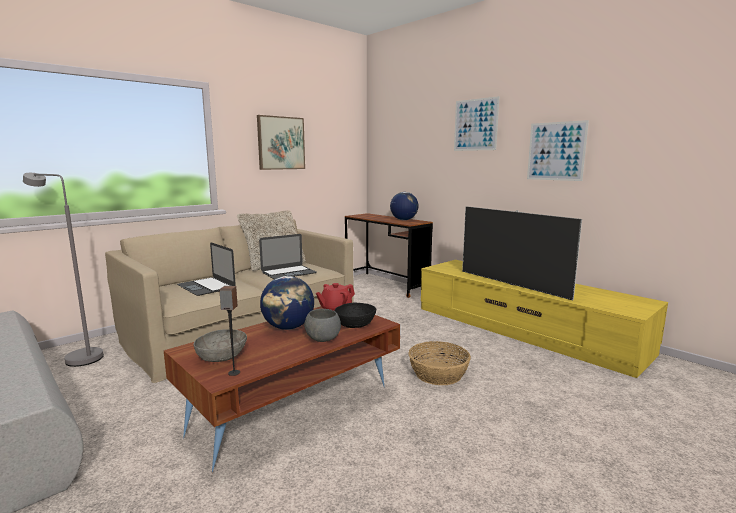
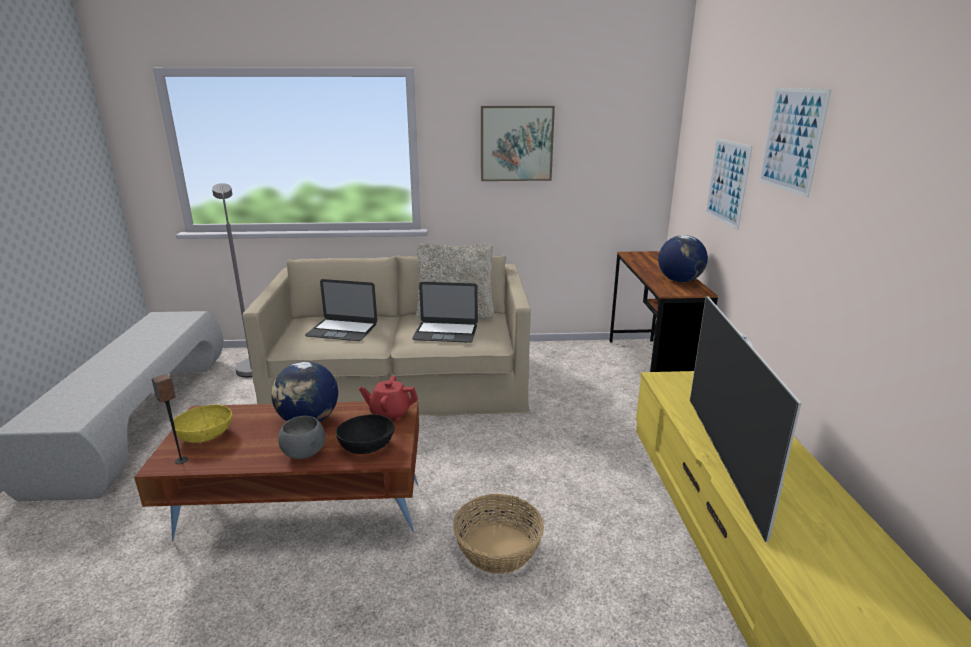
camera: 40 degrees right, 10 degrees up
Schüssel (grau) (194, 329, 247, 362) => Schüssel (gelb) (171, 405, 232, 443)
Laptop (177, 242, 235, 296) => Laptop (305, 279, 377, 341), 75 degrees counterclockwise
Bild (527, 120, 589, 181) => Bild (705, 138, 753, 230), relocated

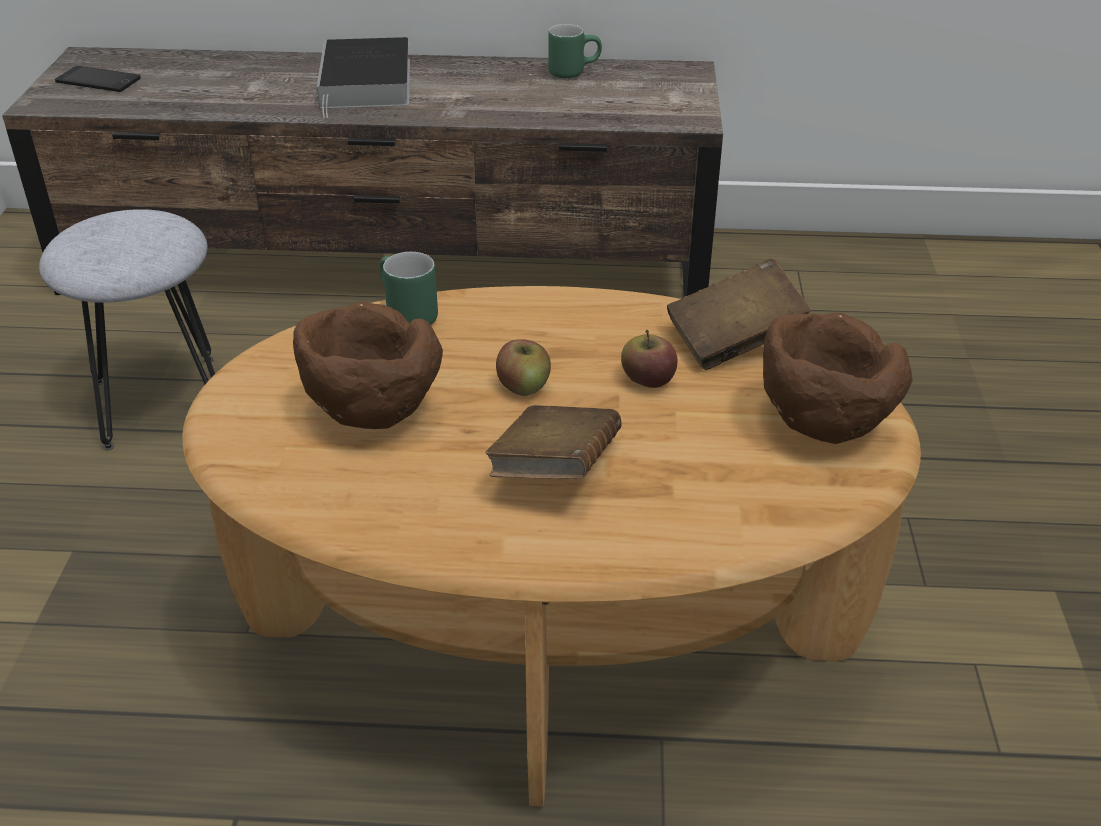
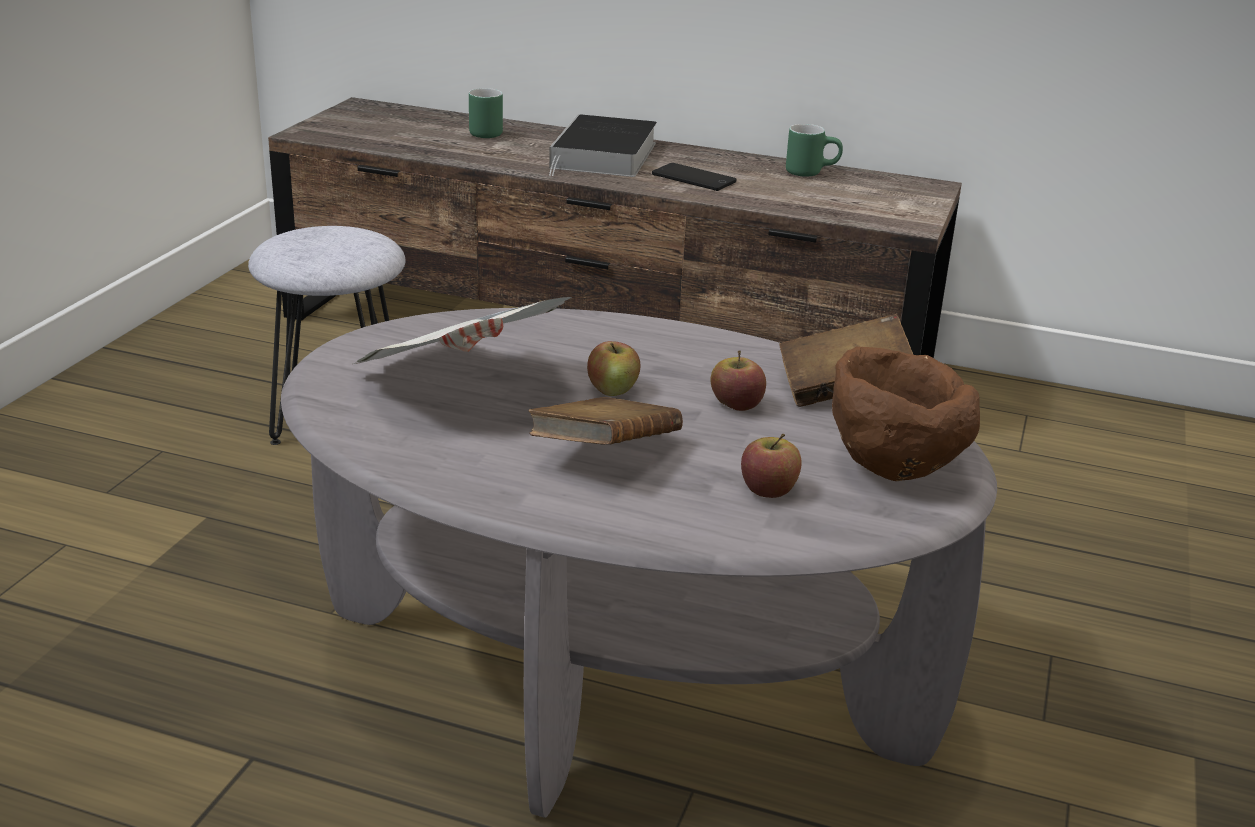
camera: 15 degrees right, 10 degrees down
Couchtisch (braun) (182, 286, 921, 806) => Couchtisch (grau) (281, 308, 997, 818)
Schüssel (braun) (293, 302, 443, 429) => Zeitung (354, 297, 571, 364)
Henkelbecher (grün) (379, 252, 438, 325) => Henkelbecher (grün) (469, 88, 503, 138), relocated
Handy (55, 66, 141, 92) => Handy (652, 163, 736, 191), relocated
nothing => Apfel (741, 434, 802, 498)

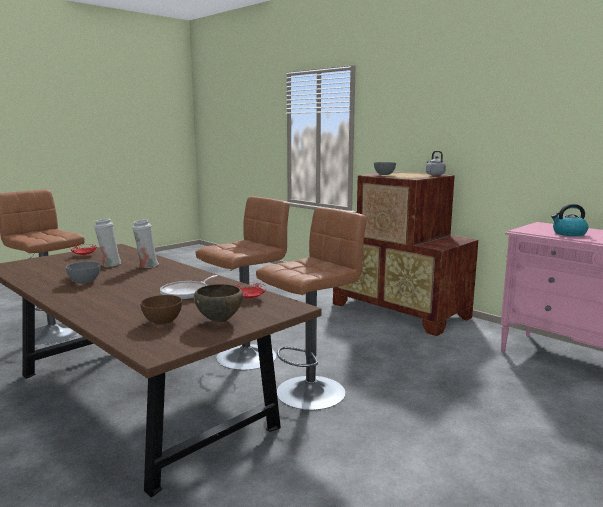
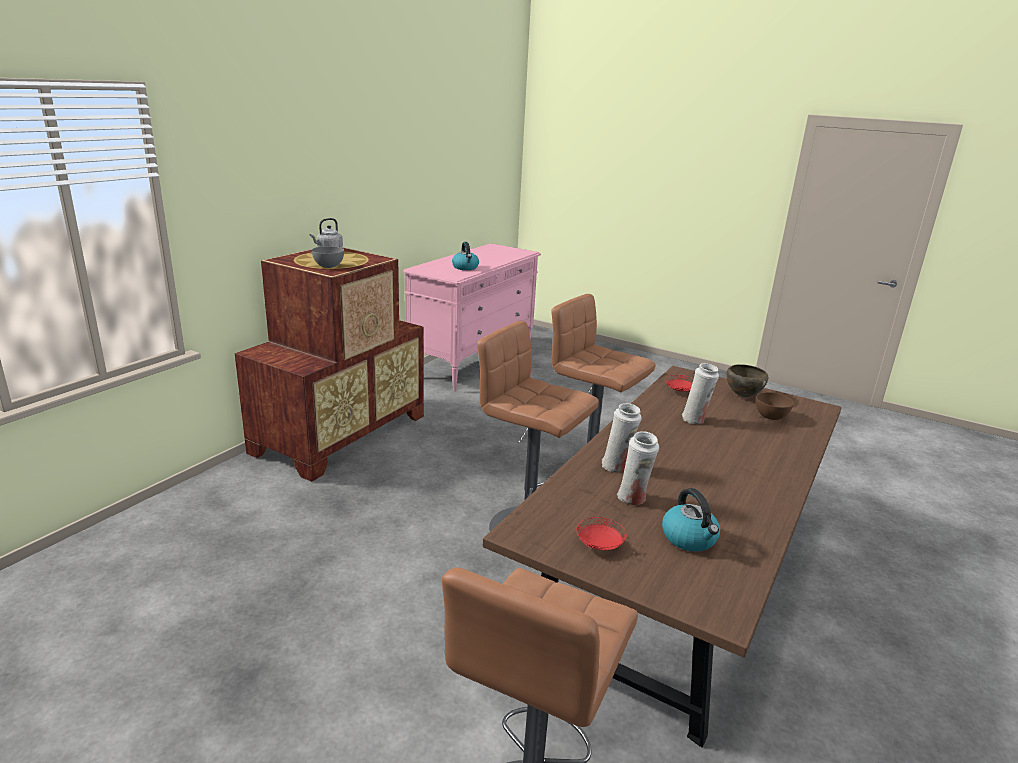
camera: 105 degrees left, 10 degrees up
nothing => Wasserkessel (662, 488, 720, 552)
Pfanne (160, 275, 218, 300) => Vase (weiß) (682, 363, 719, 424)
Schüssel (grau) (66, 261, 101, 284) => nothing

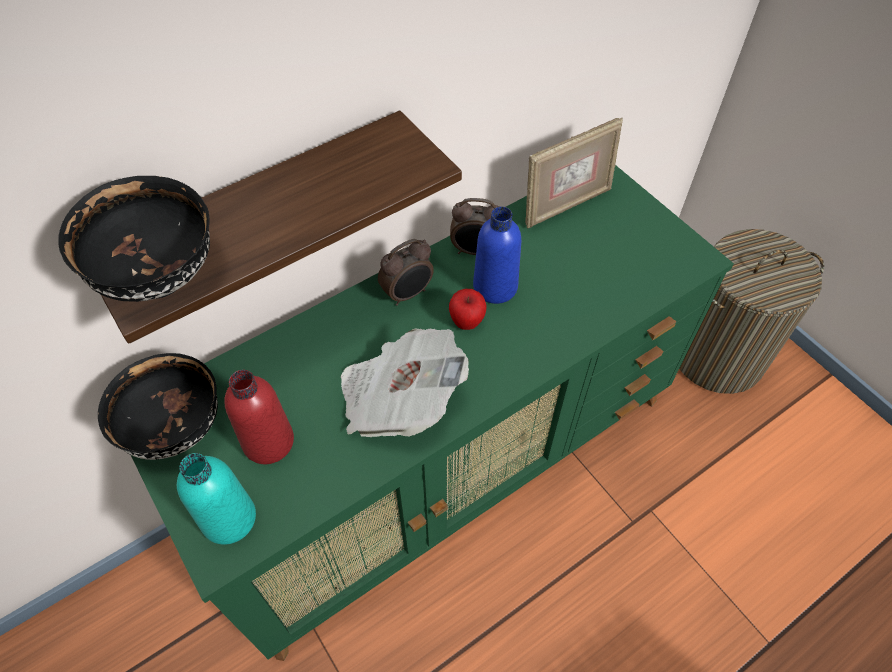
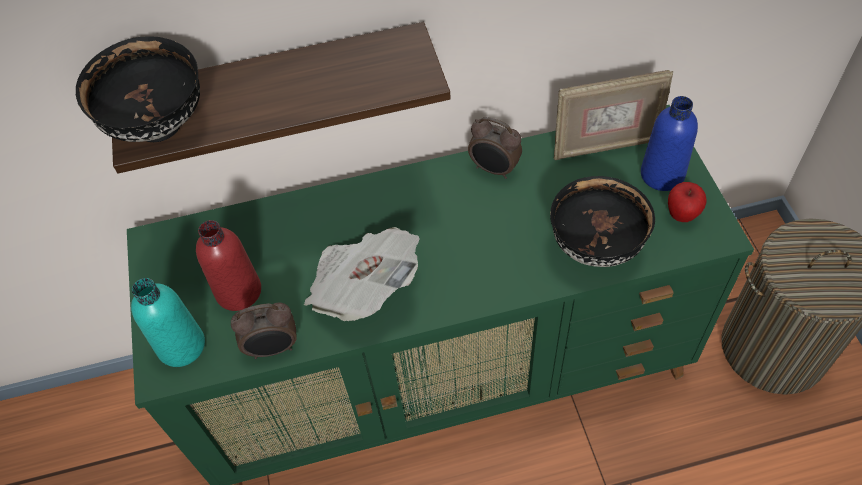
camera: 25 degrees right, 0 degrees up
Wecker (378, 239, 434, 306) => Wecker (231, 302, 297, 359), relocated
Schüssel (schwarz) (98, 353, 218, 460) => Schüssel (schwarz) (550, 176, 655, 267), relocated
Flasche (blau) (473, 207, 521, 304) => Flasche (blau) (641, 96, 698, 191), relocated
Apfel (449, 289, 487, 330) => Apfel (668, 182, 706, 222), relocated

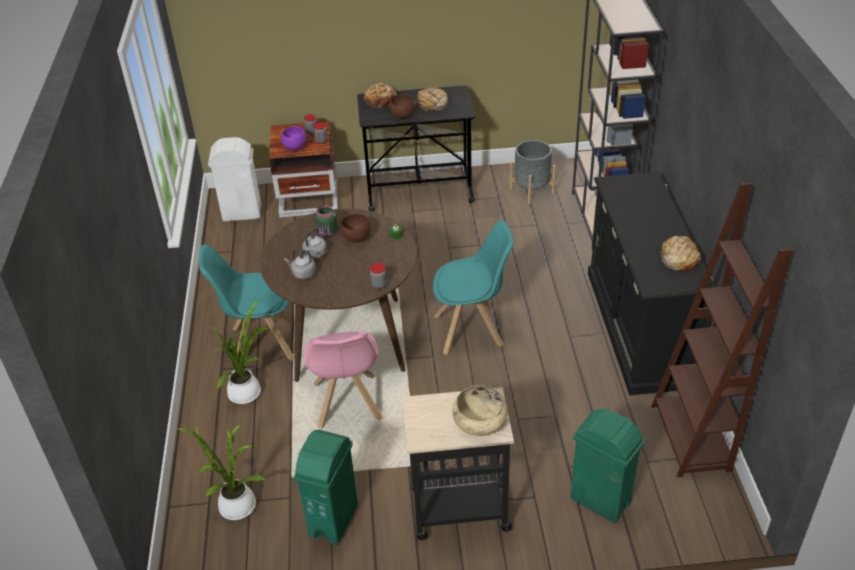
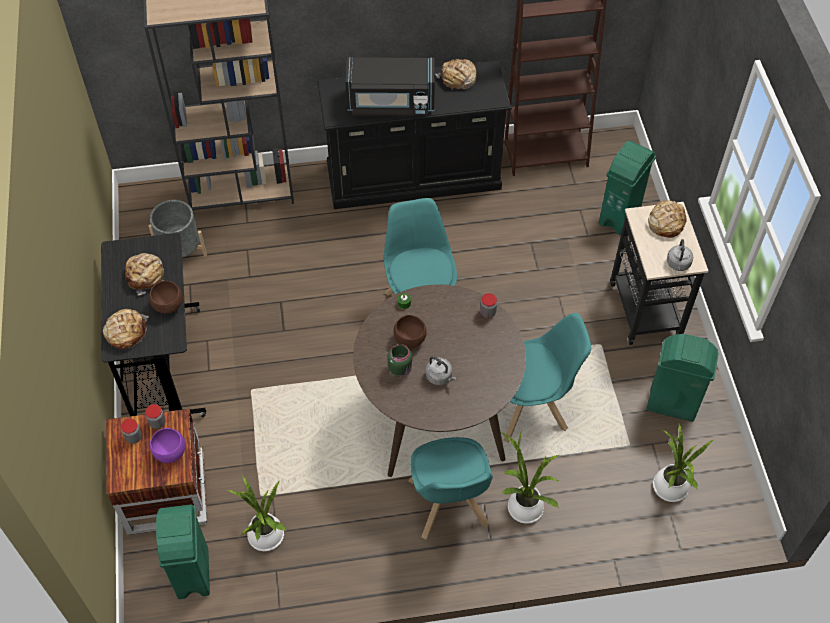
camera: 95 degrees left, 15 degrees up
Mülleimer (weiß) (208, 137, 261, 221) => Mülleimer (grün) (156, 505, 210, 599)
nothing => Topfpflanze (227, 476, 286, 551)
nothing => Mikrowelle (schwarz) (345, 57, 435, 116)
Stuhl (rosa) (304, 331, 383, 429) => Stuhl (türkis) (504, 313, 591, 443)
Schüssel (beige) (452, 385, 508, 436) => Brot (648, 200, 686, 238)
Wasserkessel (grau) (284, 249, 316, 279) => Wasserkessel (grau) (667, 239, 693, 271), relocated

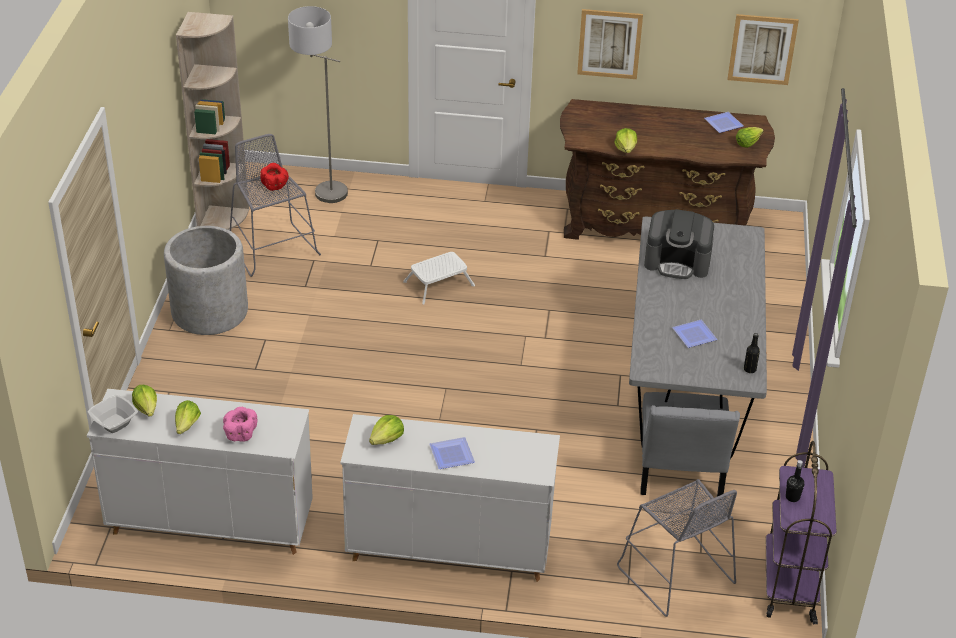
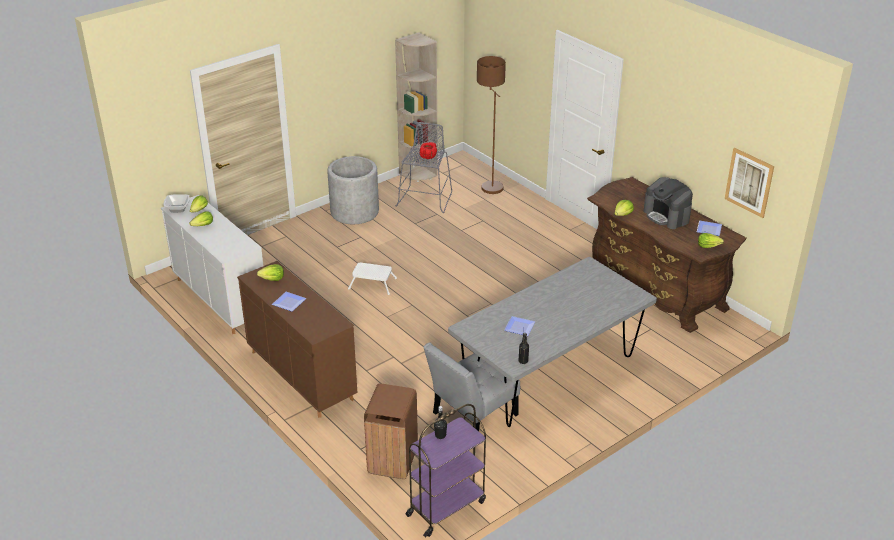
camera: 45 degrees right, 5 degrees down
Schrank (weiß) (340, 414, 560, 582) => Schrank (braun) (237, 261, 357, 418)
Trittleiter (weiß) (403, 252, 475, 304) => Trittleiter (weiß) (348, 263, 397, 295), relocated
Hocker (grau) (617, 479, 737, 617) => Mülleimer (braun) (364, 384, 418, 479)
Stehlampe (grau) (288, 6, 348, 203) => Stehlampe (braun) (477, 56, 506, 194)
Kaffeemaschine (644, 209, 714, 279) => Kaffeemaschine (643, 177, 693, 229), relocated
Schüssel (rosa) (223, 407, 257, 442) => nothing
Bild (577, 9, 643, 79) => nothing

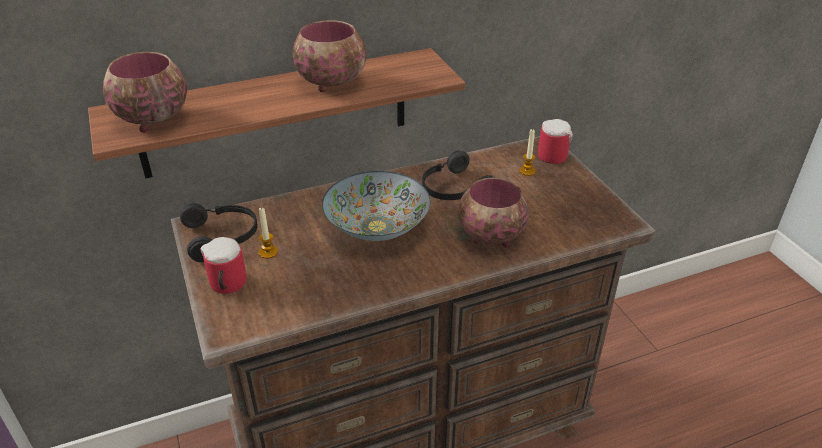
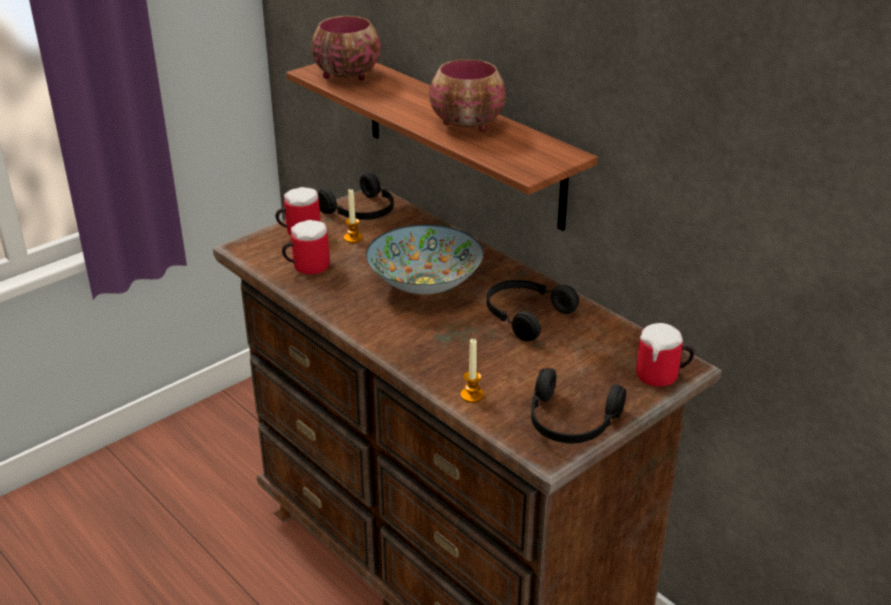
camera: 70 degrees right, 5 degrees down
nothing => Henkelbecher (282, 220, 329, 274)
Kerze (519, 129, 536, 176) => Kerze (461, 339, 484, 403), relocated
nothing => Kopfhörer (schwarz) (531, 368, 626, 443)
Schüssel (458, 178, 529, 247) => nothing

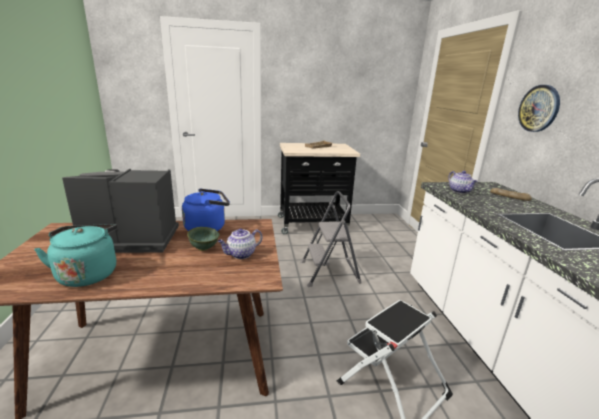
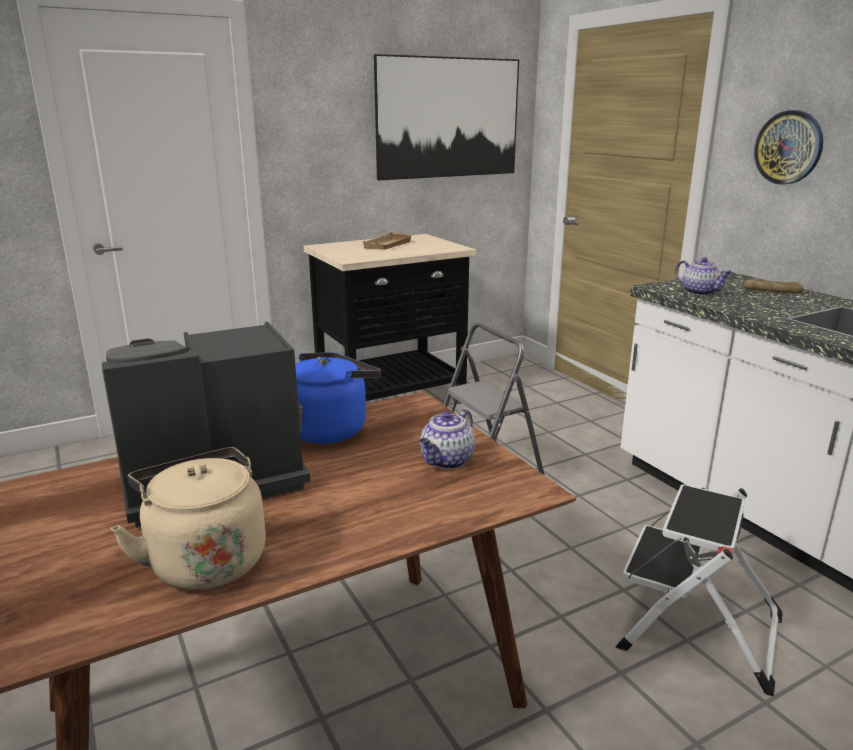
camera: 20 degrees left, 0 degrees up
Wasserkessel (türkis) (34, 224, 117, 287) => Wasserkessel (beige) (111, 447, 266, 590)
nothing => Bild (374, 54, 519, 180)
Schüssel (grün) (187, 227, 220, 251) => nothing

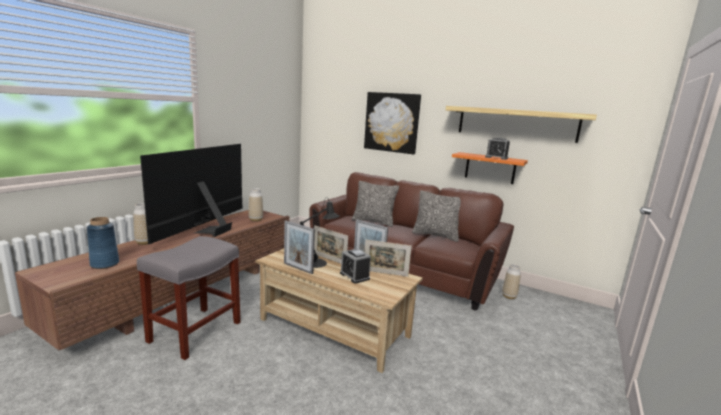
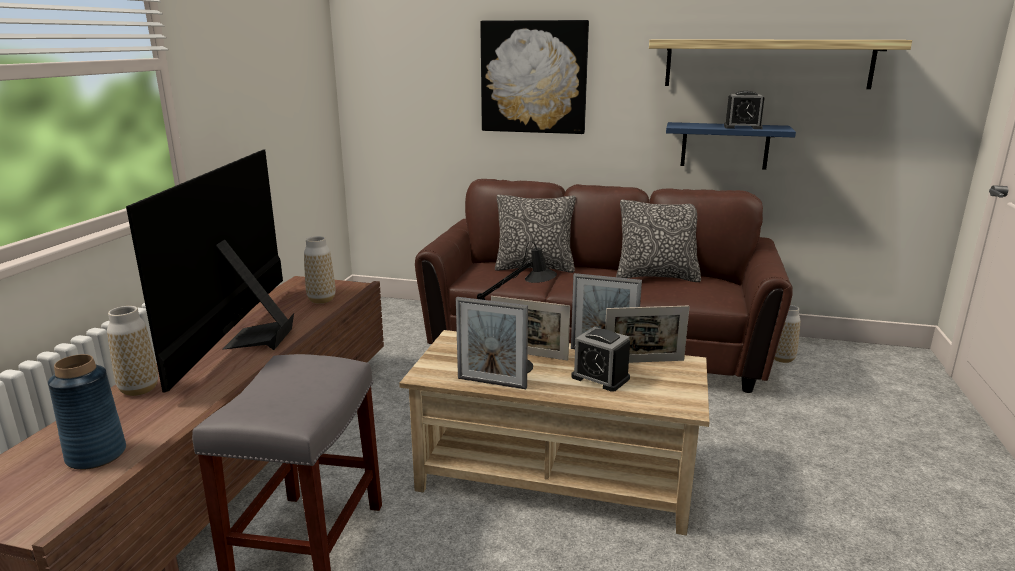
camera: 15 degrees left, 5 degrees up
Wandregal (orange) (452, 152, 528, 184) => Wandregal (blau) (666, 122, 796, 170)

